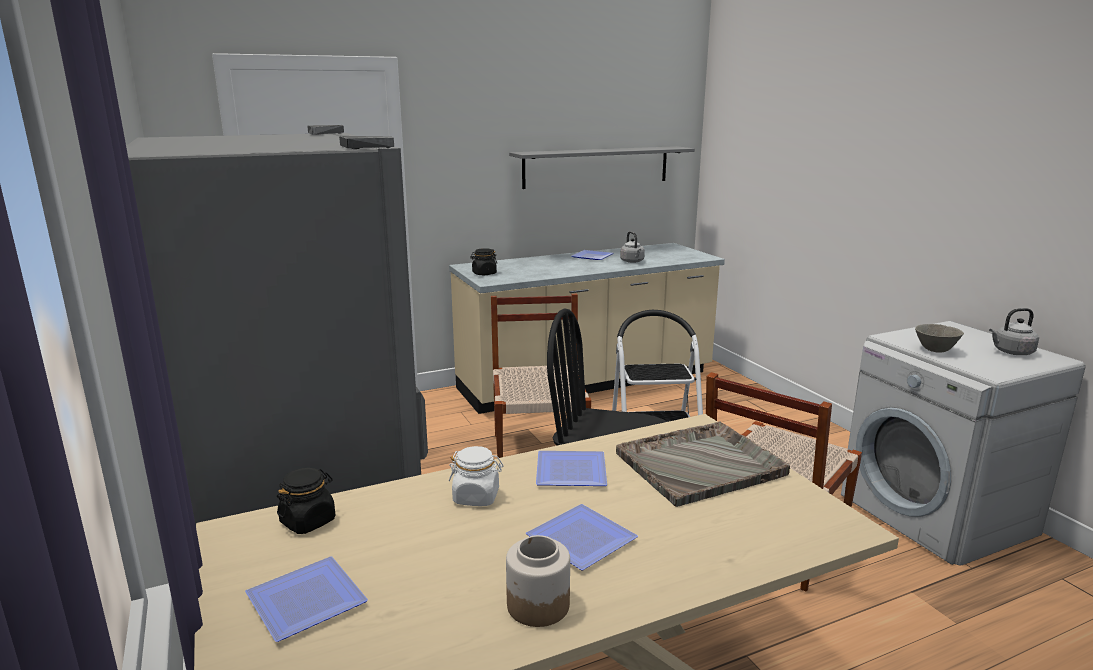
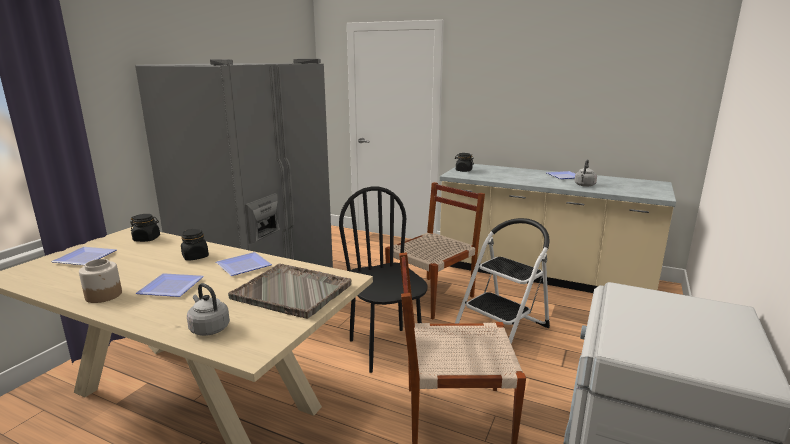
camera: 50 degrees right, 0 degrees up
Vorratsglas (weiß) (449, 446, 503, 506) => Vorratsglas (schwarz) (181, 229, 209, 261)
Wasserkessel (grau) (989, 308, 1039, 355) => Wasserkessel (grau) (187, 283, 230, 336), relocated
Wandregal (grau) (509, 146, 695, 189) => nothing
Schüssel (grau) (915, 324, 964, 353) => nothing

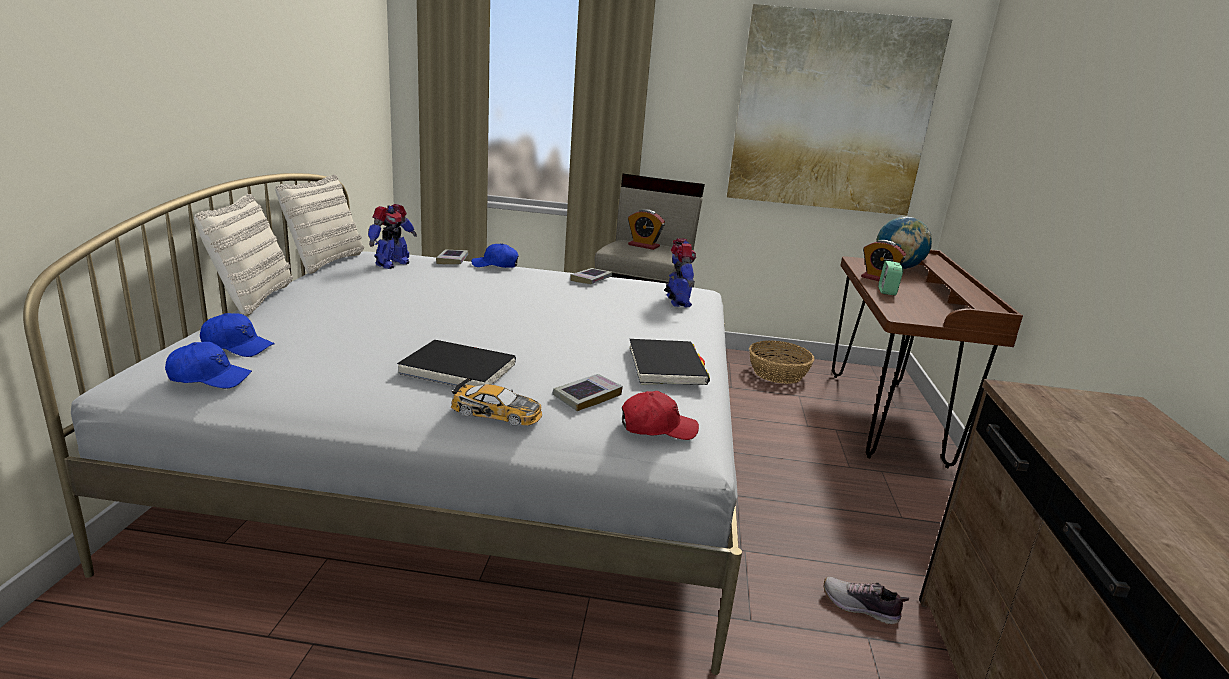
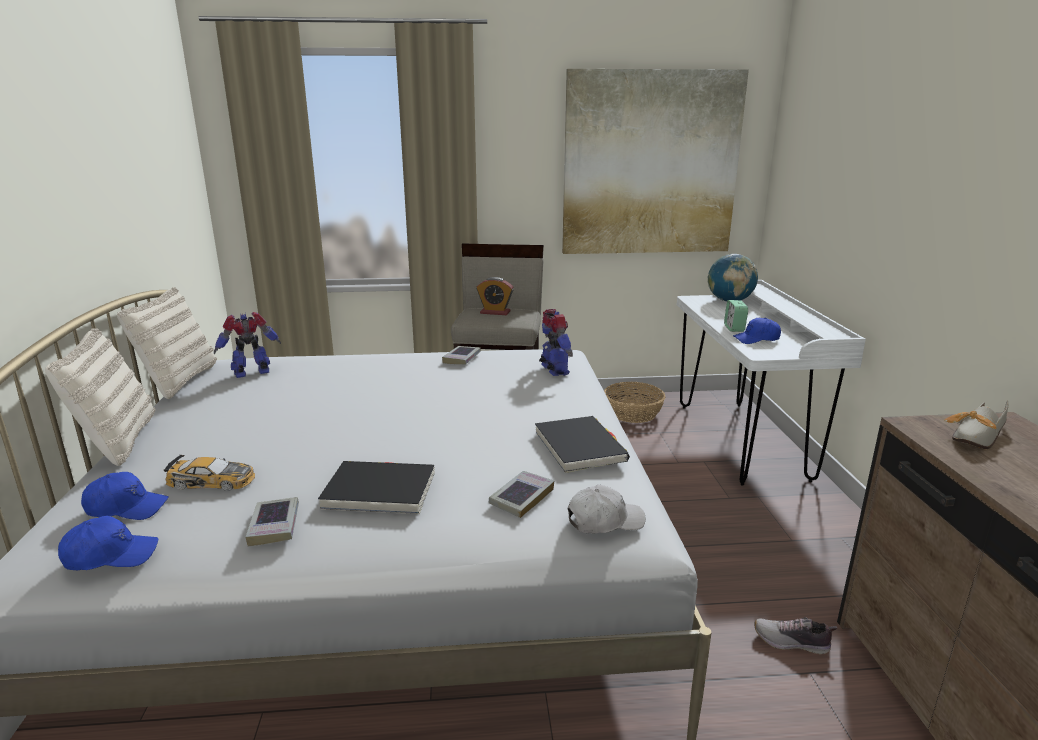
camera: 10 degrees left, 0 degrees up
Spielzeugauto (451, 378, 542, 426) => Spielzeugauto (164, 455, 255, 491), relocated
Spielzeugroboter (368, 204, 417, 269) => Spielzeugroboter (214, 312, 281, 378), 135 degrees counterclockwise
Buch (436, 250, 469, 265) => Buch (245, 497, 299, 547), relocated
Kappe (rot) (622, 391, 699, 440) => Kappe (weiß) (568, 484, 646, 533)
Schreibtisch (braun) (832, 250, 1023, 468) => Schreibtisch (weiß) (677, 280, 866, 486)
Kappe (blau) (472, 243, 518, 268) => Kappe (blau) (733, 317, 781, 344), relocated
nothing => Schuh (944, 400, 1008, 449)
Wecker (861, 240, 906, 281) => nothing

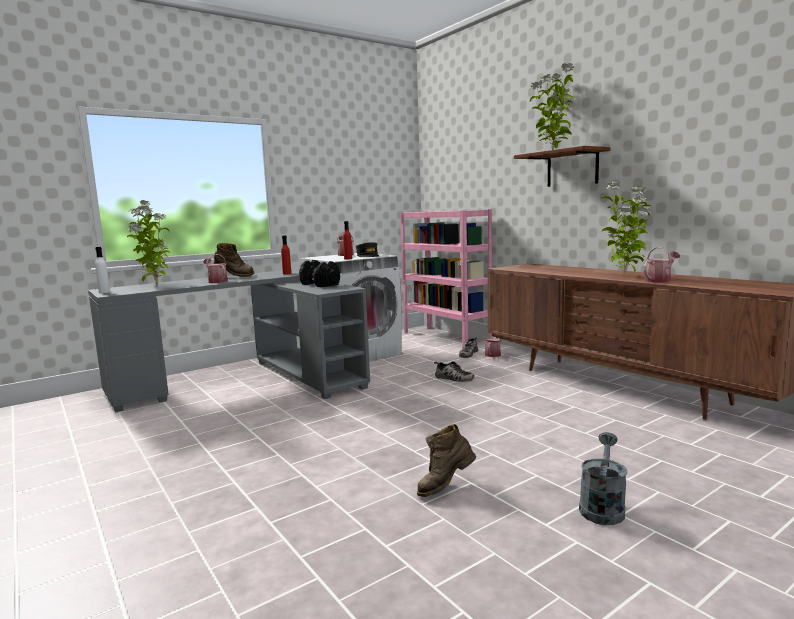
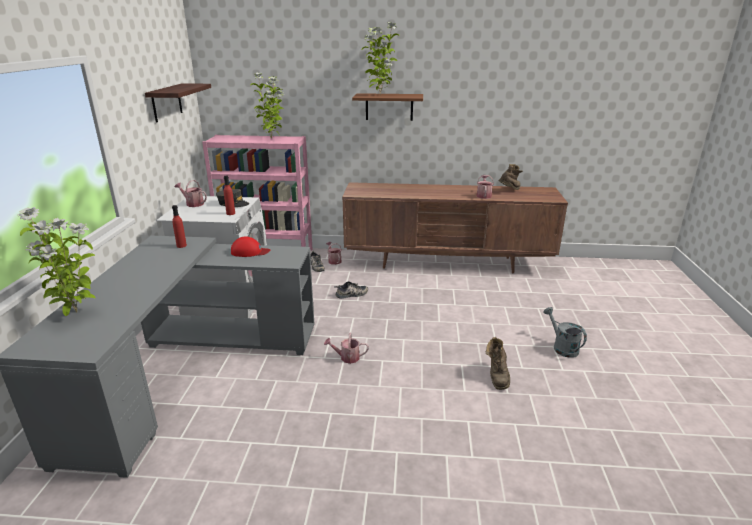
camera: 50 degrees left, 15 degrees up
nothing => Wandregal (145, 83, 211, 122)
Hantel (schwarz) (299, 260, 340, 287) => Kappe (rot) (231, 237, 270, 257)
Topfpflanze (600, 181, 651, 276) => Topfpflanze (251, 72, 284, 139), relocated
Gießkanne (203, 254, 228, 283) => Gießkanne (324, 333, 369, 364), relocated
Stiefel (braun) (214, 243, 254, 277) => Stiefel (braun) (498, 164, 523, 190), relocated
Flasche (weiß) (95, 247, 110, 293) => nothing

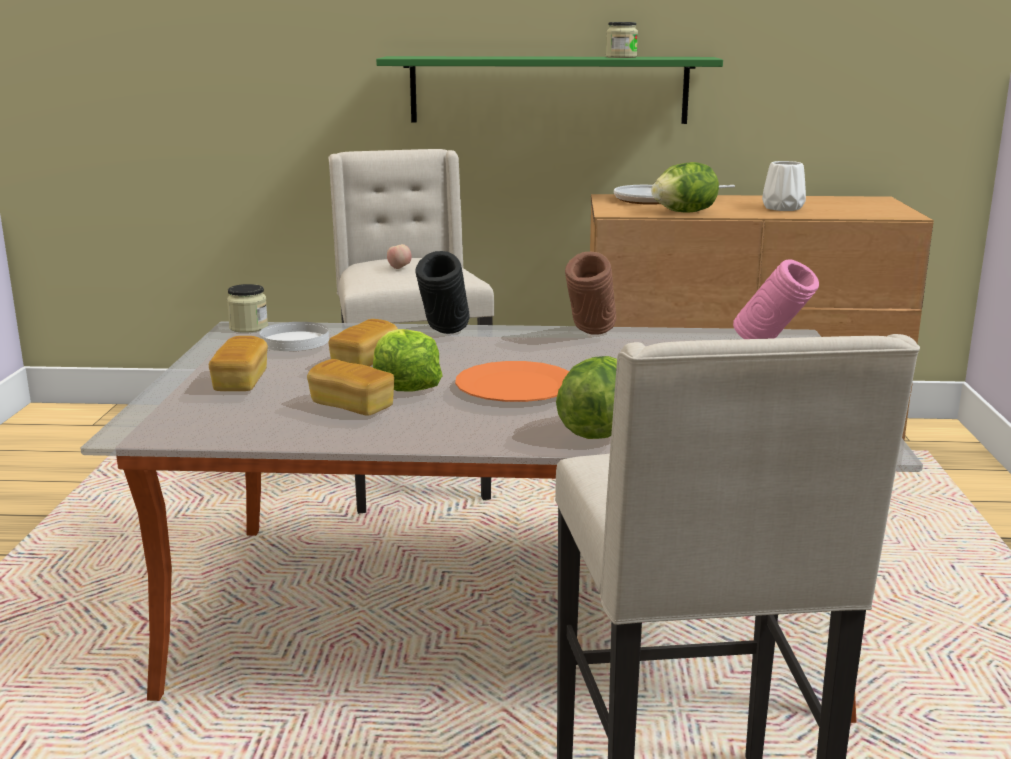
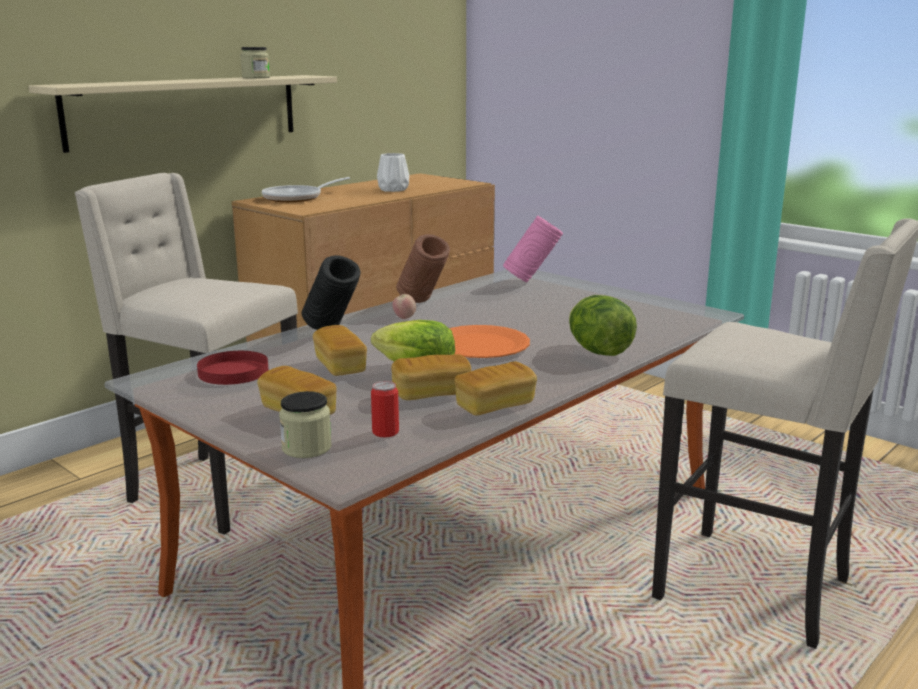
camera: 50 degrees left, 0 degrees up
Wandregal (grün) (376, 56, 723, 124) => Wandregal (beige) (28, 75, 337, 153)
Teller (weiß) (259, 322, 329, 351) => Teller (rot) (197, 351, 269, 385)
Vorratsglas (227, 284, 268, 333) => Vorratsglas (279, 391, 332, 458), relocated
nothing => Dose (371, 381, 399, 437)
Apfel (387, 244, 411, 269) => Apfel (393, 294, 416, 319), relocated
nothing => Brot (455, 361, 537, 416)
Salatkopf (651, 162, 719, 213) => nothing

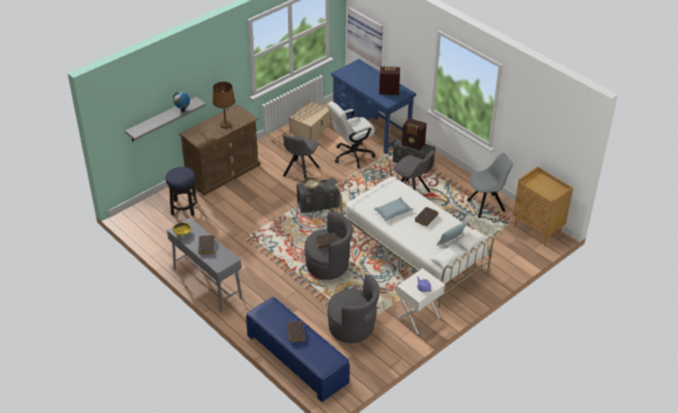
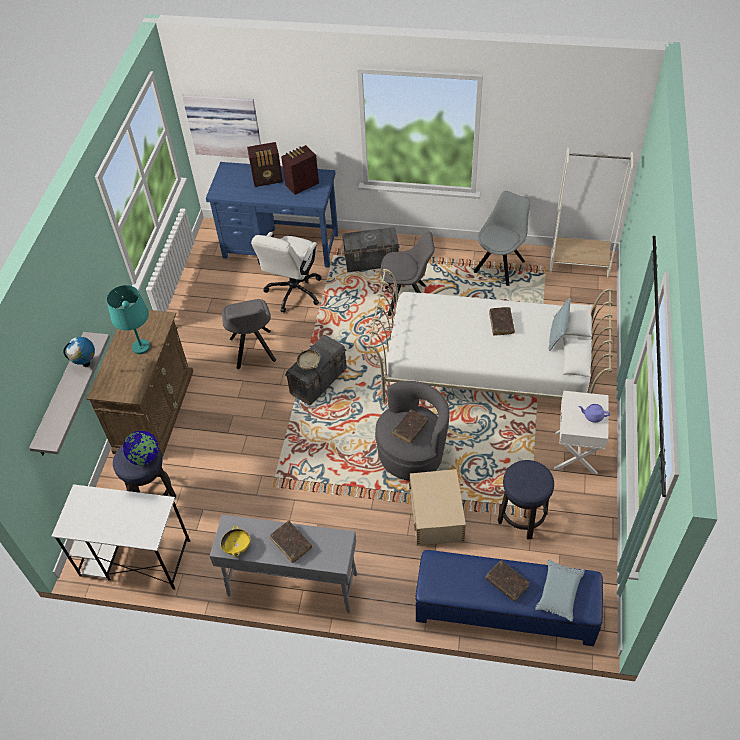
camera: 35 degrees left, 10 degrees up
nothing => Schreibtisch (weiß) (51, 484, 190, 590)
Tischlampe (braun) (212, 82, 235, 128) => Tischlampe (türkis) (107, 285, 150, 354)
nothing => Globus (123, 430, 159, 465)
Radio (402, 118, 427, 150) => Radio (247, 142, 283, 187), relocated
Aufbewahrungsbox (beige) (289, 101, 331, 140) => Aufbewahrungsbox (beige) (409, 469, 466, 546), relocated
Sessel (grau) (327, 274, 380, 343) => Hocker (498, 460, 554, 540)
Kissen (blau) (374, 197, 413, 221) => Kissen (blau) (535, 559, 585, 621), relocated
Schrank (braun) (513, 167, 573, 246) => Kleiderständer (550, 148, 633, 278)

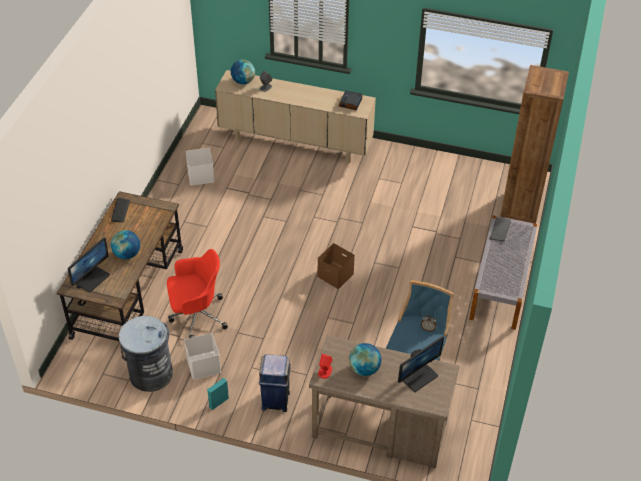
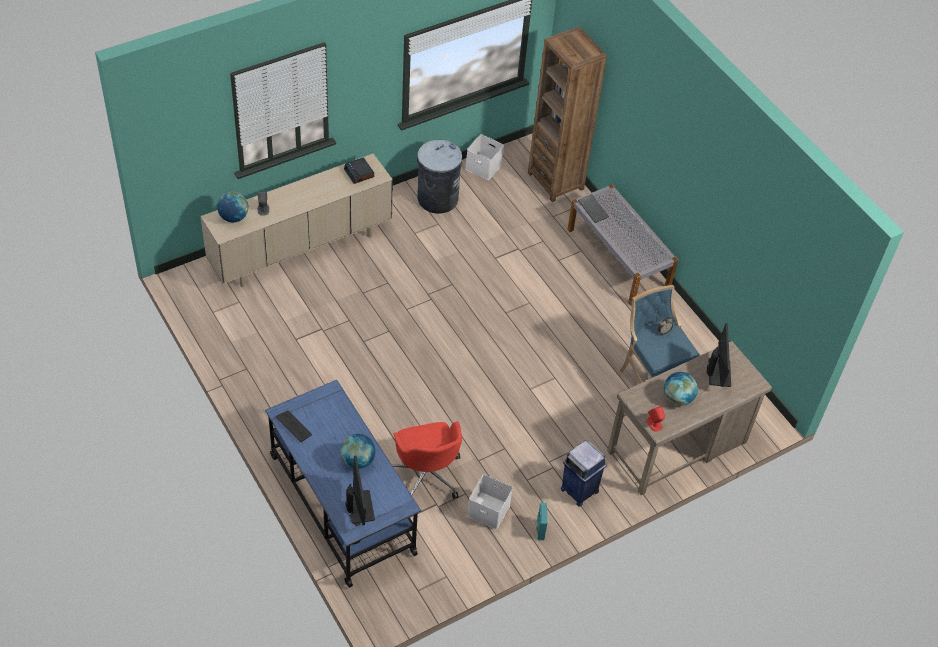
camera: 50 degrees left, 5 degrees up
Schreibtisch (braun) (57, 191, 183, 341) => Schreibtisch (blau) (265, 380, 421, 588)
Bürostuhl (rot) (167, 249, 228, 338) => Bürostuhl (rot) (392, 421, 462, 499), 135 degrees clockwise
Mülleimer (grau) (119, 316, 173, 392) => Mülleimer (grau) (417, 140, 462, 214), relocated
Aufbewahrungsbox (weiß) (185, 148, 215, 186) => Aufbewahrungsbox (weiß) (466, 134, 504, 180), relocated
Aufbewahrungsbox (braun) (317, 243, 355, 289) => nothing

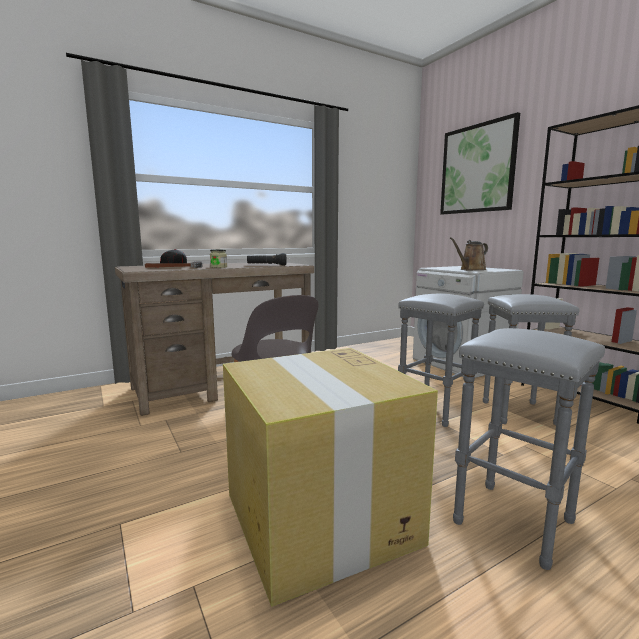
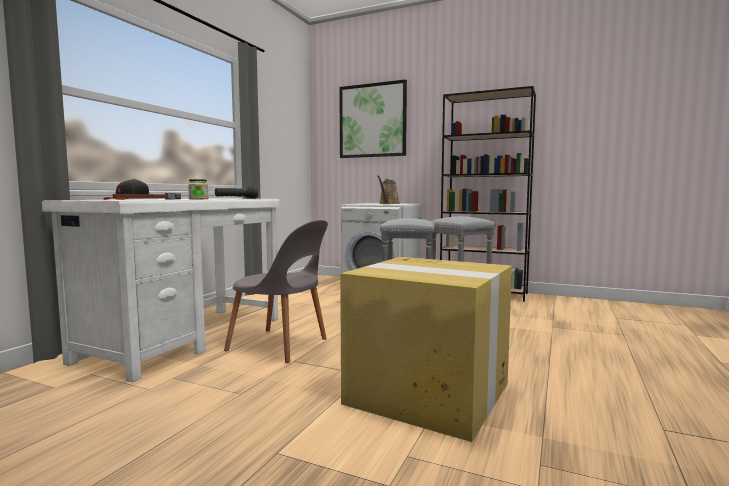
camera: 35 degrees left, 5 degrees down
Schreibtisch (braun) (115, 262, 314, 416) => Schreibtisch (weiß) (42, 199, 280, 382)
Hocker (grau) (453, 328, 605, 570) => nothing

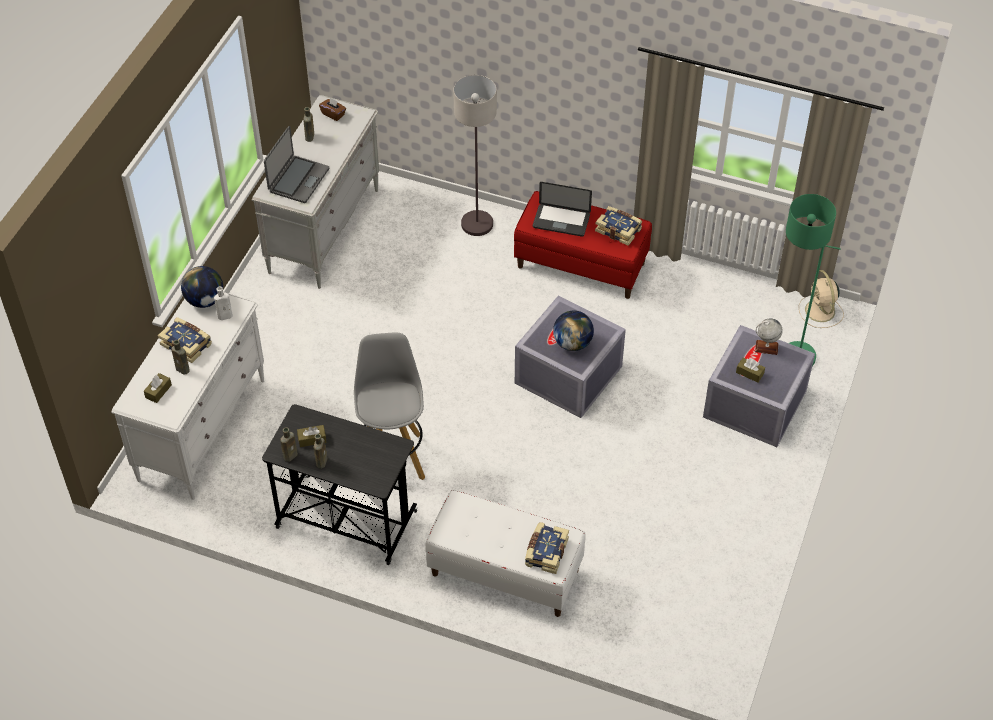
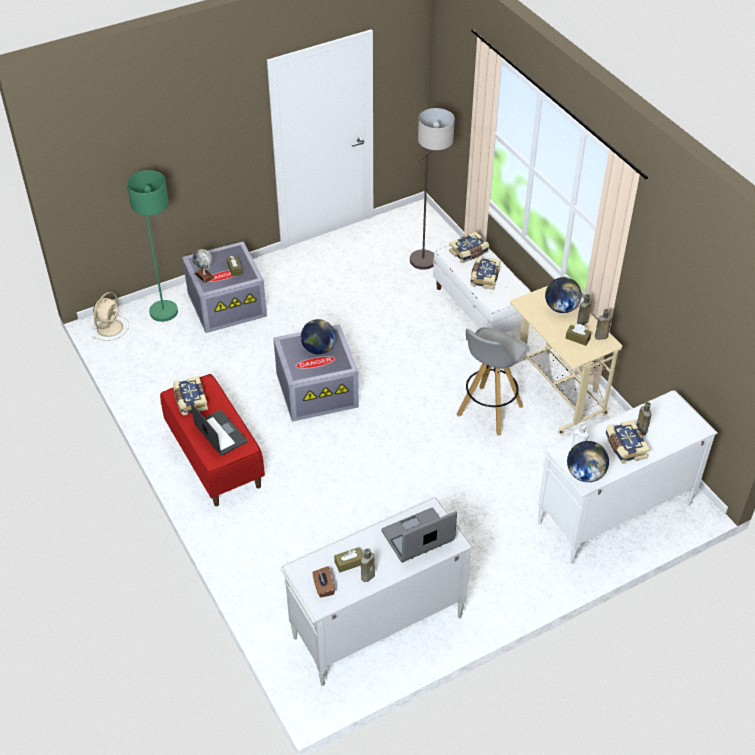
camera: 140 degrees left, 5 degrees down
Taschentuchbox (braun) (144, 373, 172, 403) => Taschentuchbox (braun) (334, 547, 363, 573), relocated
Stehlampe (grau) (453, 75, 497, 236) => Stehlampe (grau) (410, 108, 455, 270), relocated
nothing => Buch (470, 256, 501, 290)
Schreibtisch (schwarz) (262, 404, 417, 565) => Schreibtisch (beige) (504, 286, 622, 435)
nothing => Globus (545, 277, 582, 313)

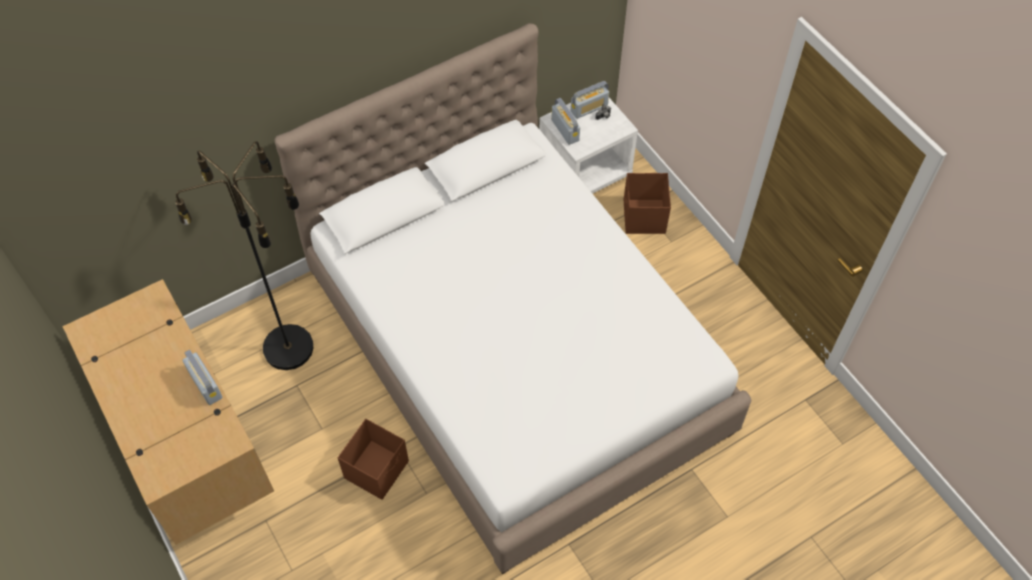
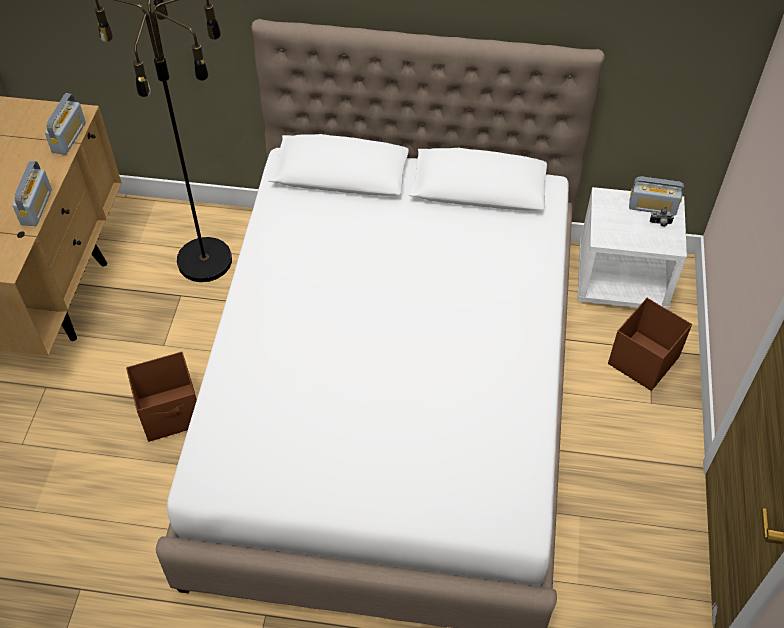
camera: 40 degrees right, 5 degrees down
Radio (551, 98, 580, 145) => Radio (45, 93, 86, 155), relocated

